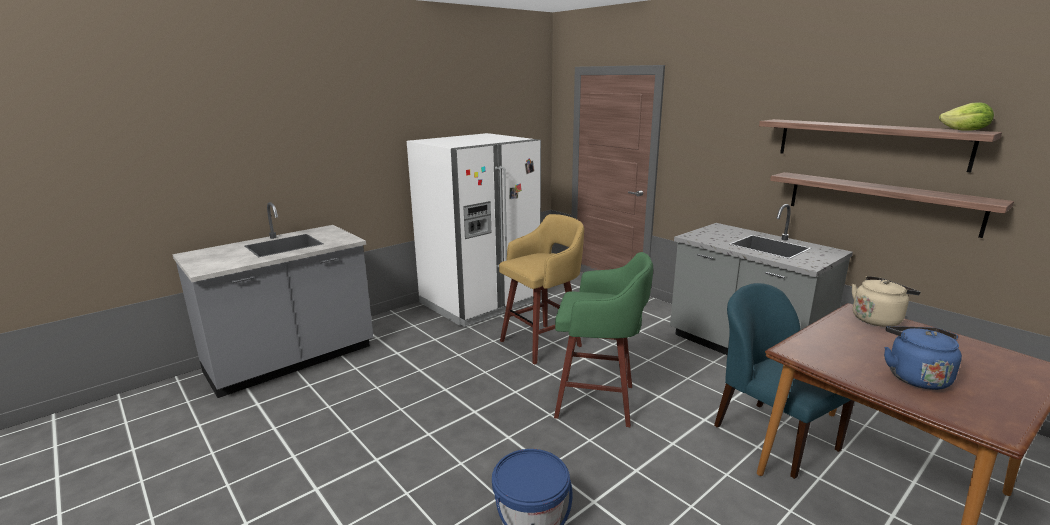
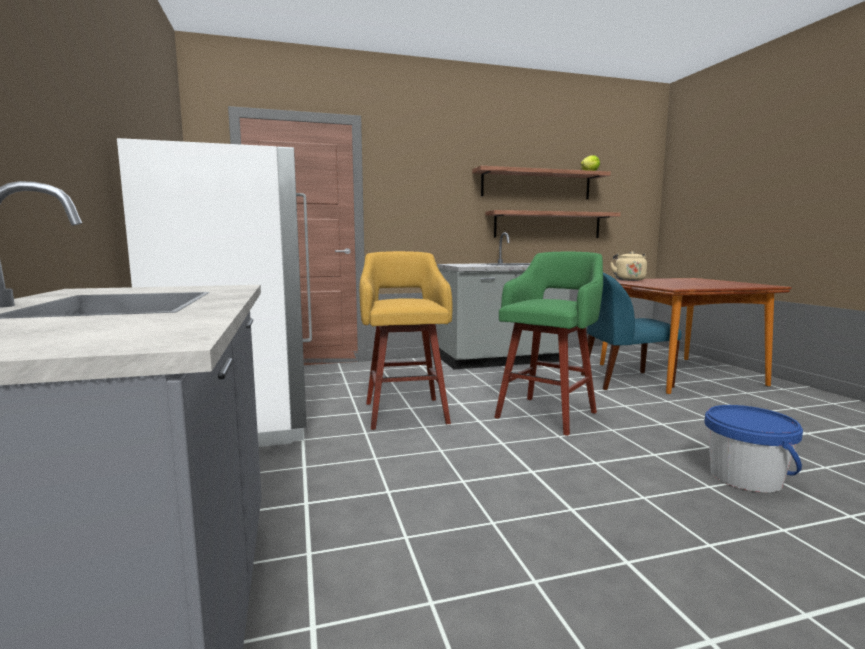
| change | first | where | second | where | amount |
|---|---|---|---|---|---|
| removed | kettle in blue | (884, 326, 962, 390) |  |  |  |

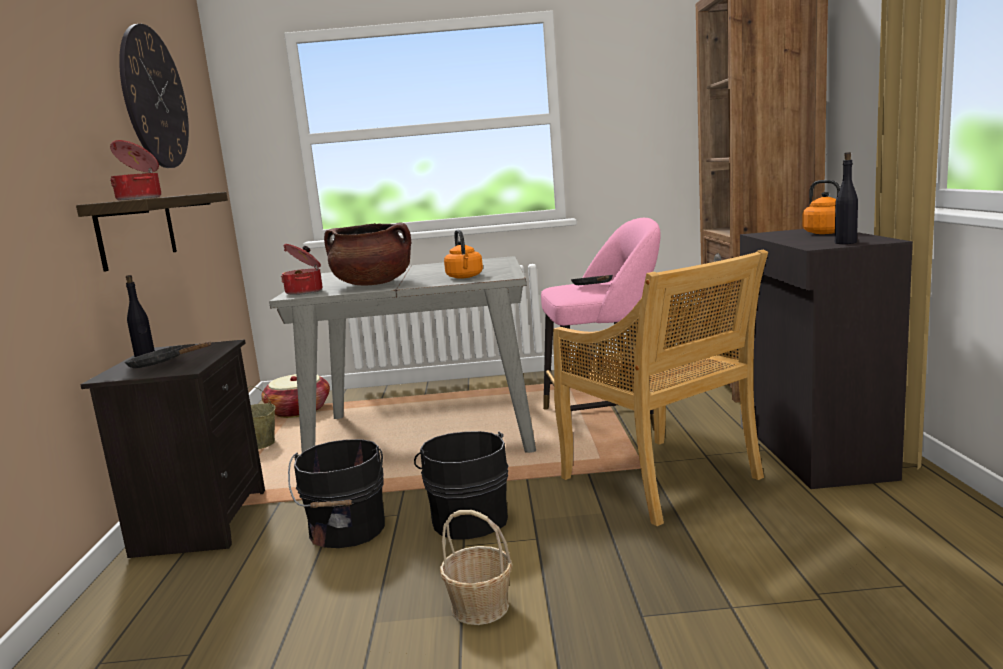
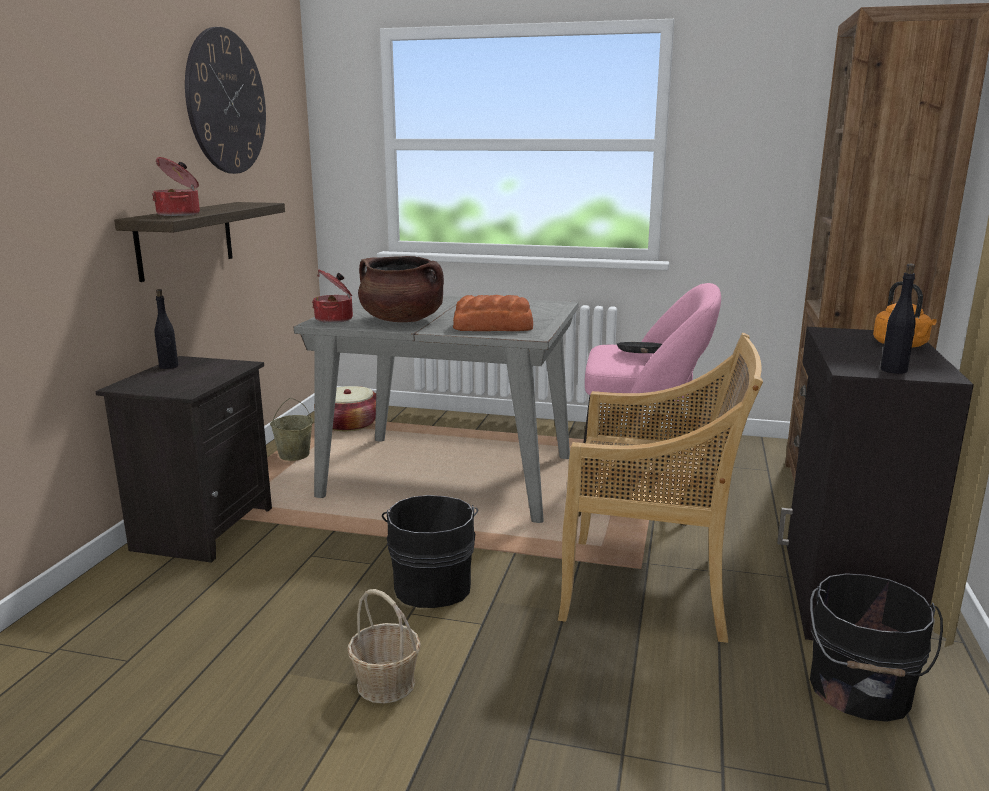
| change | first | where | second | where | amount |
|---|---|---|---|---|---|
| removed | frying pan in black | (125, 341, 211, 368) |  |  |  |
| moved | pail in black | (288, 439, 385, 548) |  | (810, 573, 943, 722) |  |
| replaced | kettle in orange | (444, 230, 483, 279) | baked bread | (453, 295, 533, 331) |  |
| turned | chair in beige | (553, 250, 768, 526) |  | (558, 333, 763, 643) | 60 degrees counterclockwise |

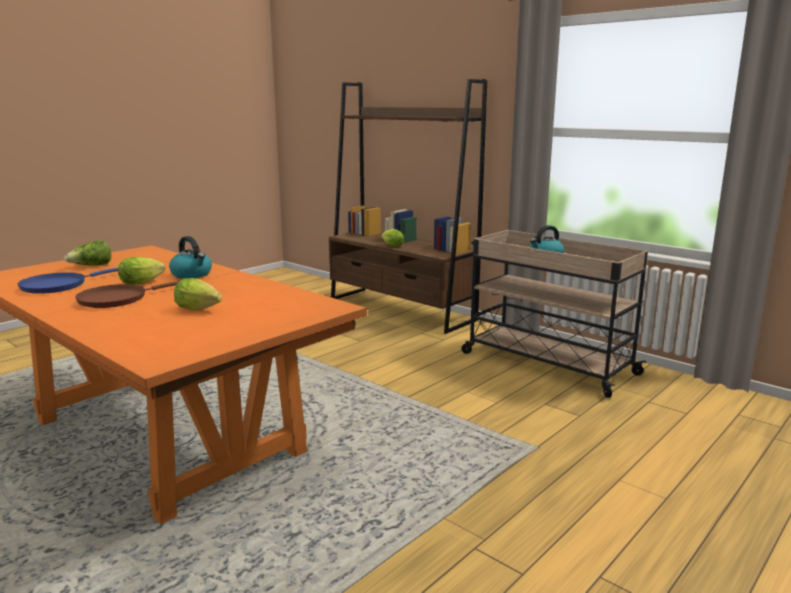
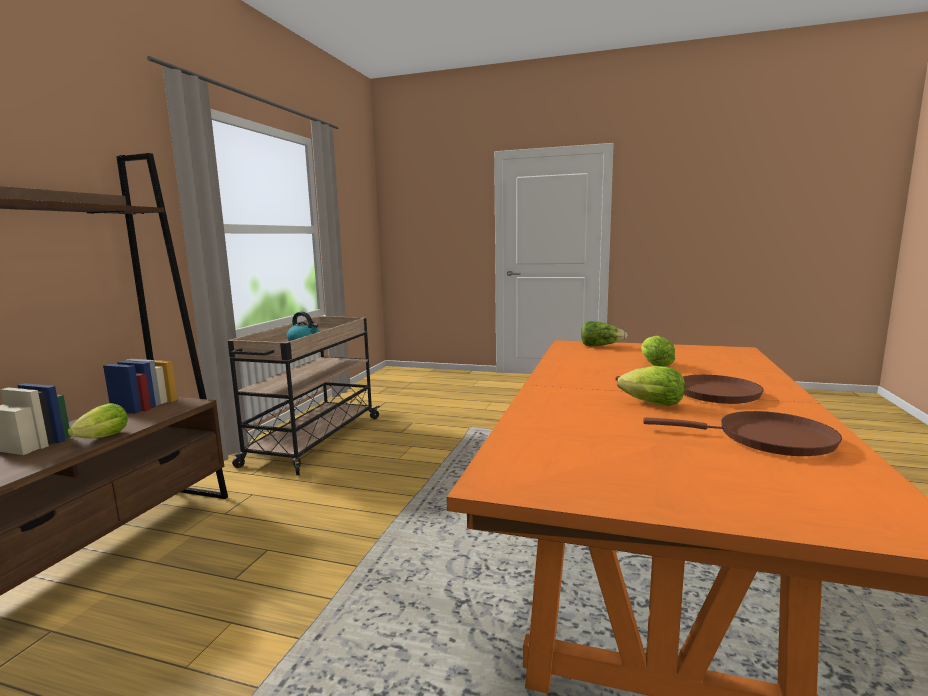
| change | first | where | second | where | amount |
|---|---|---|---|---|---|
| recoloured | frying pan in blue | (18, 268, 118, 294) | frying pan in brown | (643, 411, 842, 456) |  |
| moved | lettuce head | (64, 240, 111, 265) |  | (581, 321, 628, 346) |  |
| removed | kettle | (169, 236, 212, 279) |  |  |  |

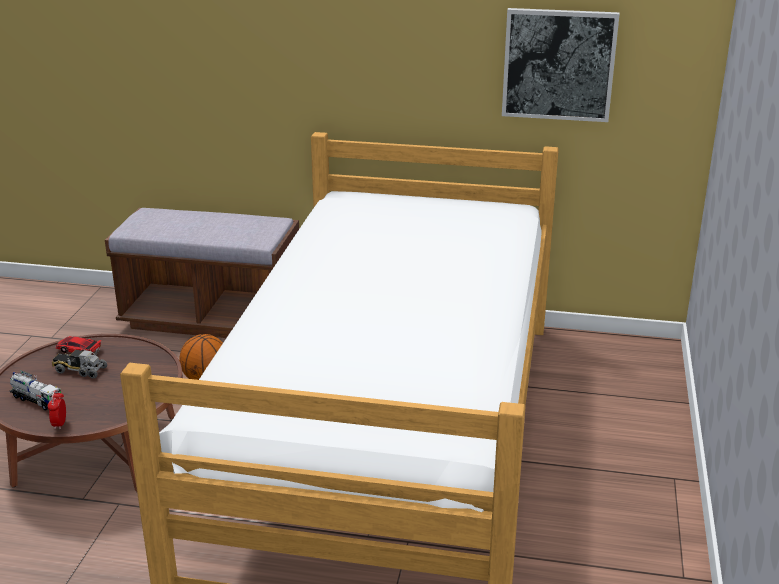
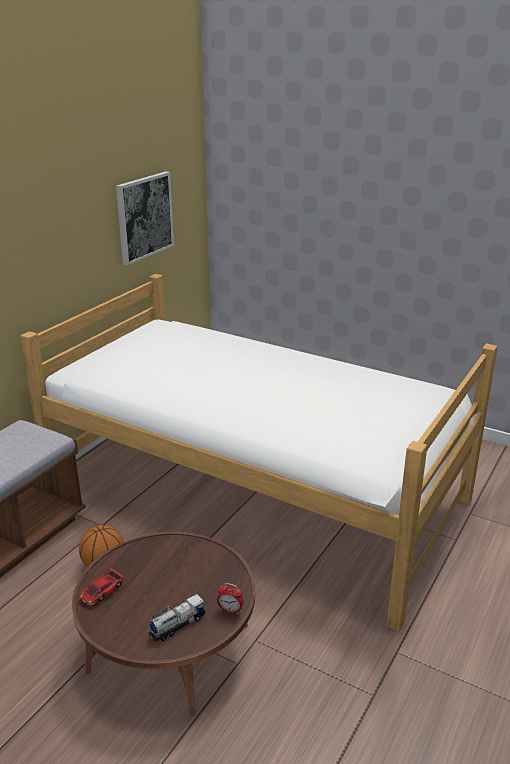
| change | first | where | second | where | amount |
|---|---|---|---|---|---|
| removed | model truck | (52, 349, 107, 379) |  |  |  |

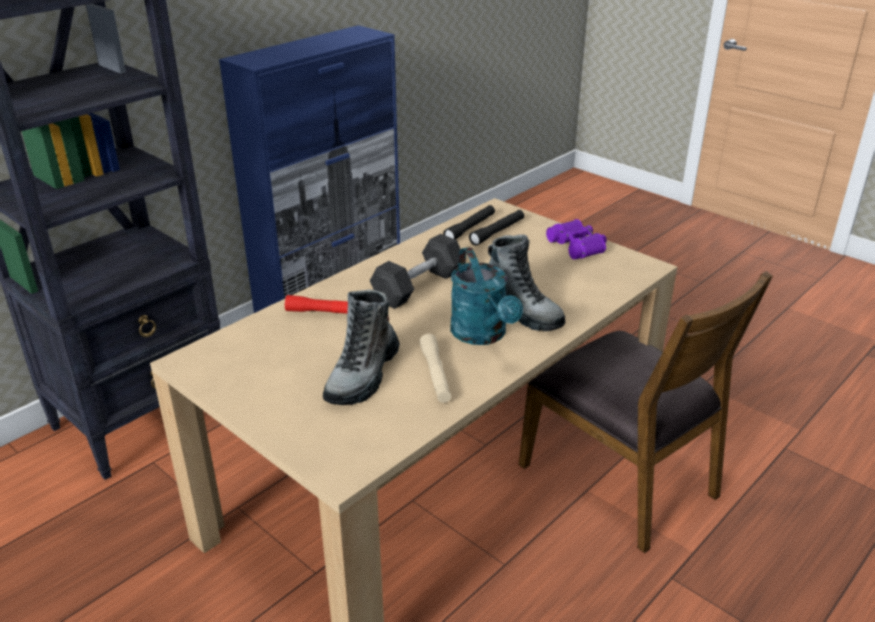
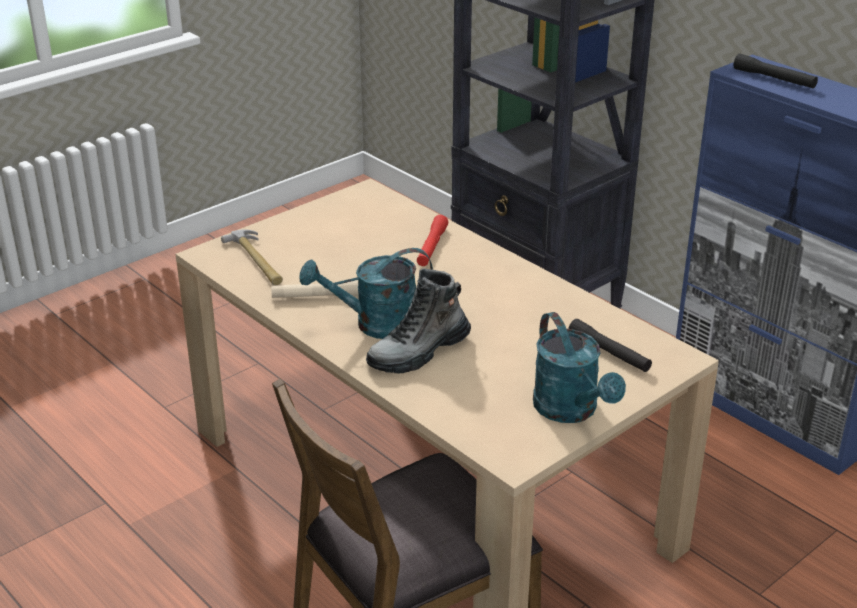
| change | first | where | second | where | amount |
|---|---|---|---|---|---|
| removed | tall boot | (323, 289, 400, 405) |  |  |  |
| removed | hand weight in black | (370, 234, 461, 309) |  |  |  |
| moved | torch in black | (443, 205, 495, 240) |  | (734, 54, 818, 89) |  |
| replaced | pair of binoculars in purplish | (546, 219, 607, 259) | watering can in blue-green | (533, 312, 626, 423) |  |
| added |  |  | hammer | (221, 229, 283, 285) |  |

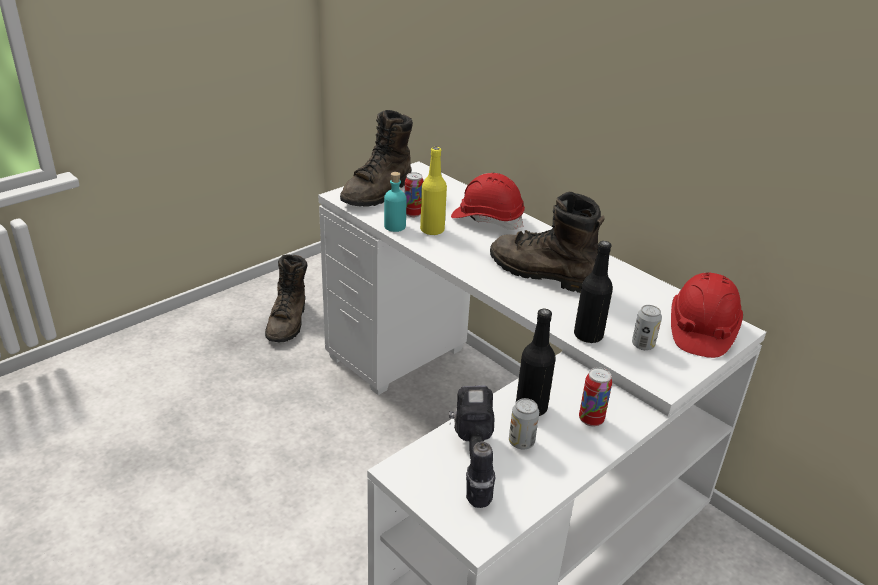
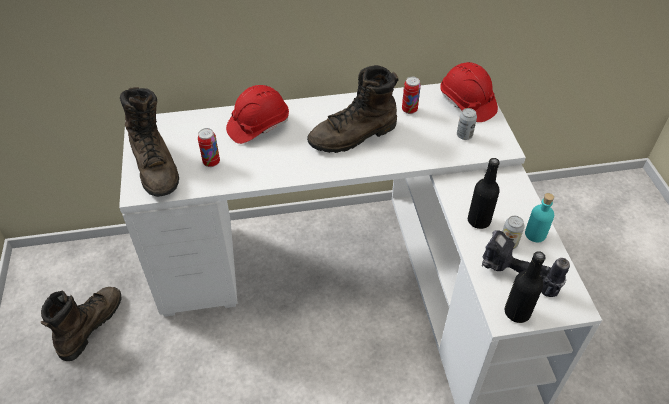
| change | first | where | second | where | amount |
|---|---|---|---|---|---|
| turned | tall boot in brown | (265, 255, 307, 342) |  | (41, 287, 122, 361) | 105 degrees counterclockwise |
| moved | bottle in blue-green | (384, 172, 406, 232) |  | (525, 193, 554, 242) |  |
| removed | bottle in yellow-coloured | (420, 147, 447, 235) |  |  |  |
| moved | bottle in black | (574, 241, 613, 344) |  | (505, 251, 545, 323) |  |
| moved | can | (579, 367, 612, 427) |  | (402, 77, 421, 114) |  |

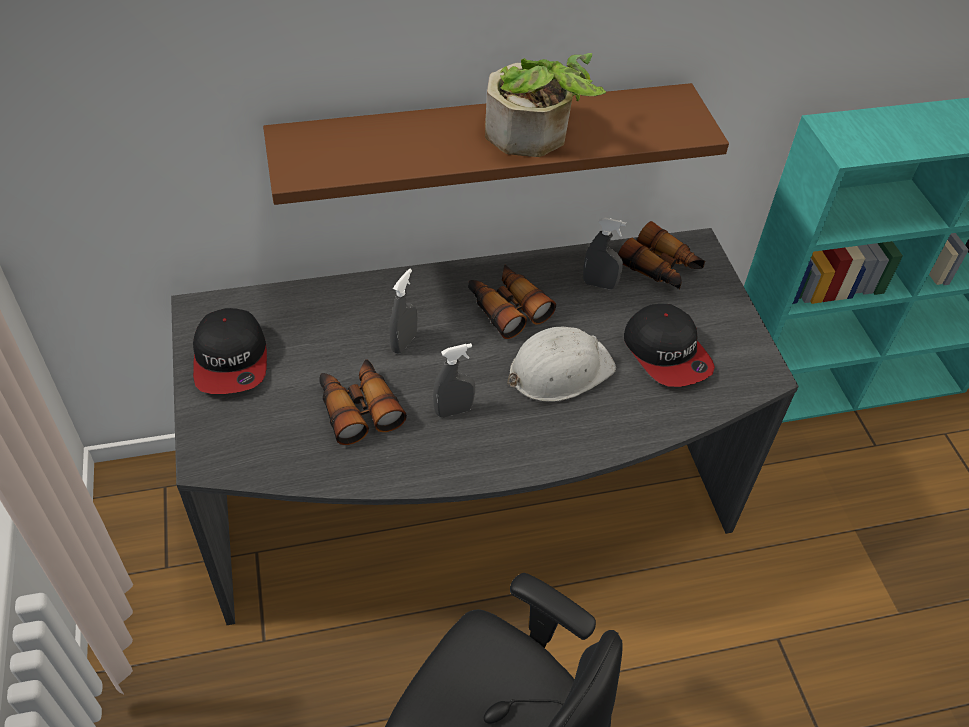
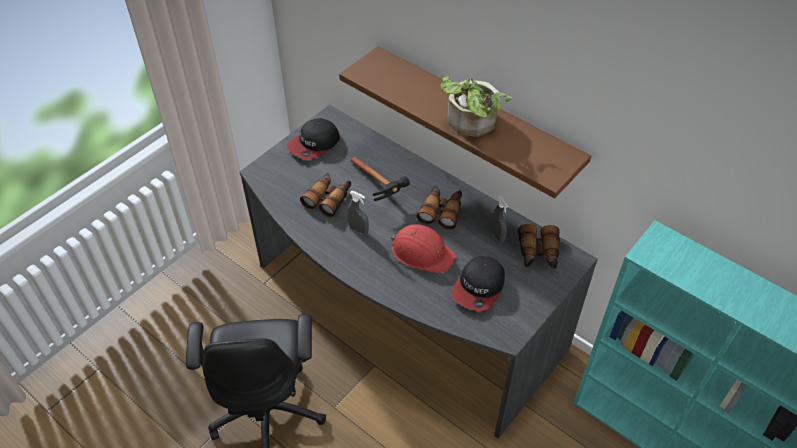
| change | first | where | second | where | amount |
|---|---|---|---|---|---|
| replaced | hand sprayer in grey | (389, 269, 417, 354) | hammer | (351, 157, 410, 201) |  |
| recoloured | safety helmet in white | (507, 327, 616, 402) | safety helmet in reddish | (389, 224, 456, 273) |  |

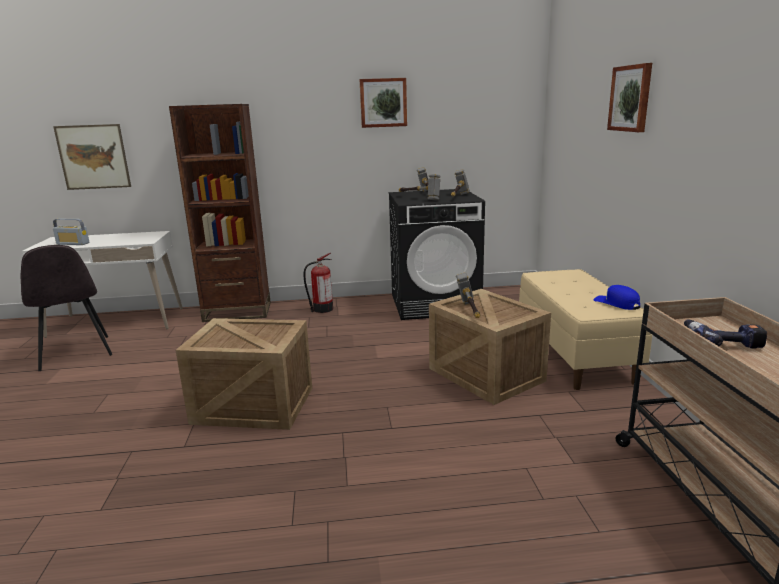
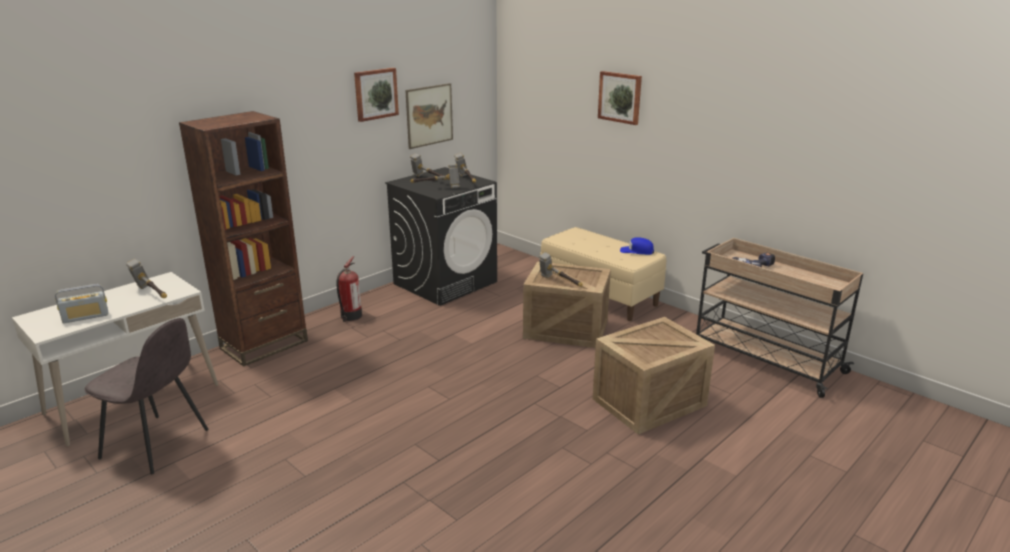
| change | first | where | second | where | amount |
|---|---|---|---|---|---|
| moved | wall art | (53, 124, 131, 190) |  | (405, 83, 453, 149) |  |
| moved | packing crate | (176, 318, 312, 430) |  | (593, 317, 715, 435) |  |
| added |  |  | hammer | (126, 259, 167, 298) |  |

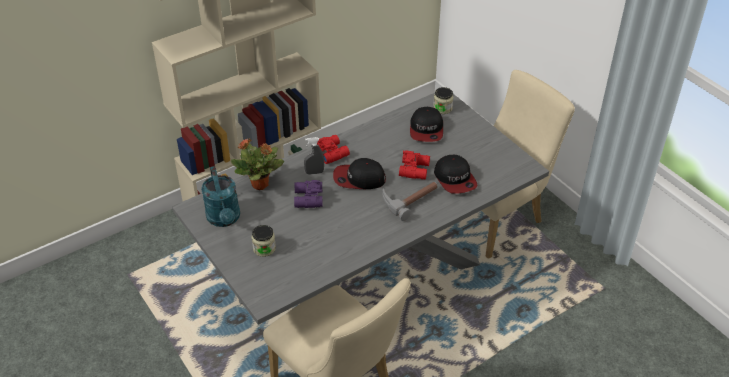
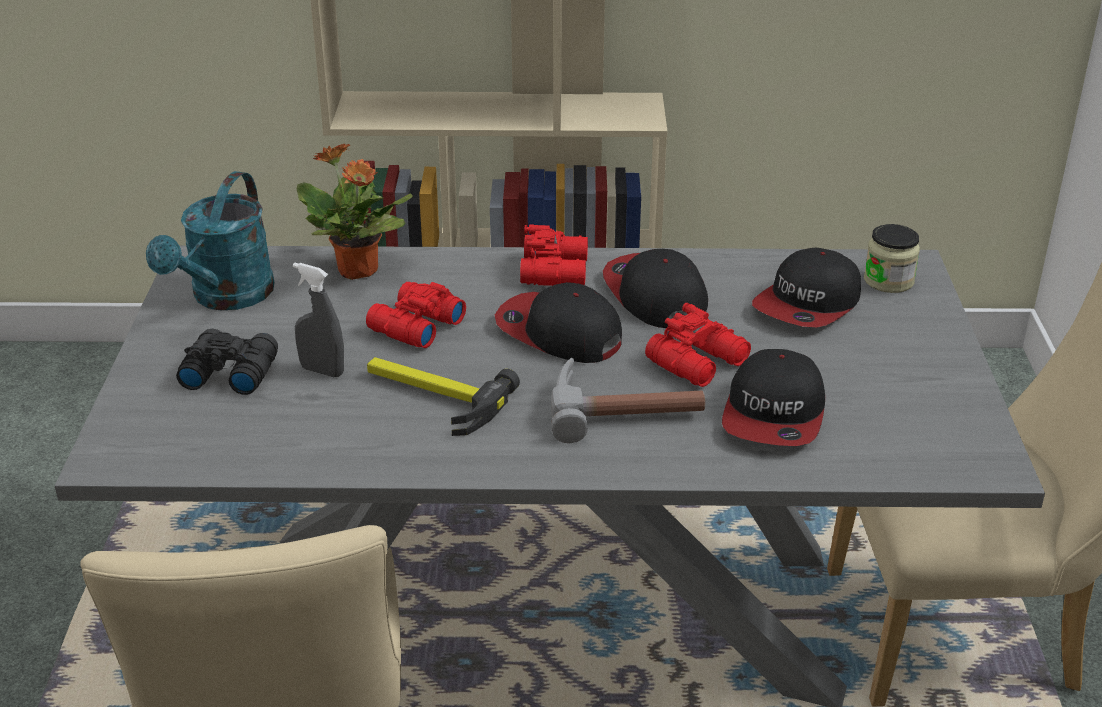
| change | first | where | second | where | amount |
|---|---|---|---|---|---|
| replaced | jar | (251, 225, 276, 257) | pair of binoculars in black | (176, 329, 278, 395) |  |
| recoloured | pair of binoculars in purplish | (294, 180, 323, 208) | pair of binoculars in reddish | (366, 282, 466, 348) |  |
| moved | hand sprayer in grey | (304, 137, 324, 175) |  | (293, 262, 344, 377) |  |
| added |  |  | hammer | (367, 357, 520, 436) |  |
| added |  |  | baseball cap | (603, 249, 708, 328) |  |

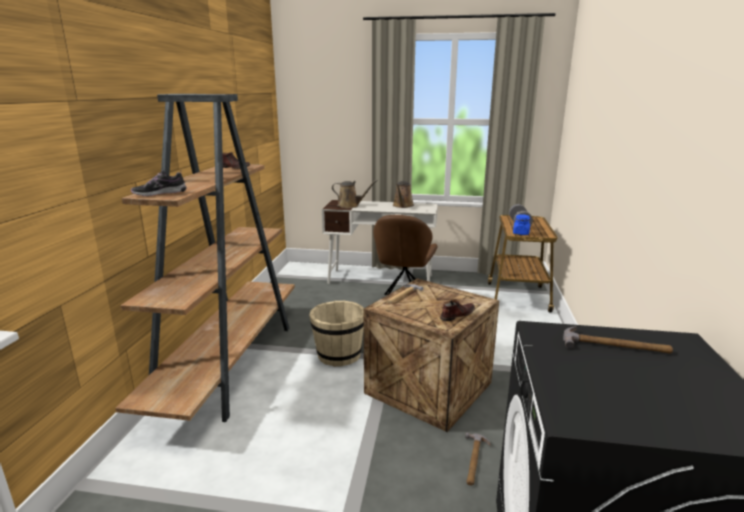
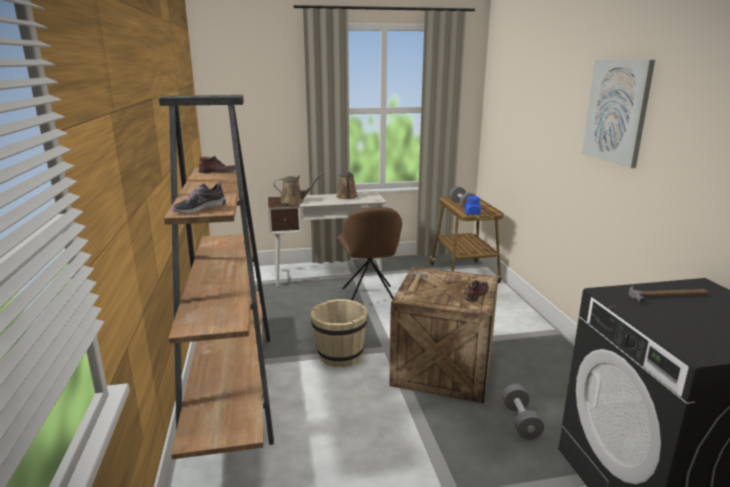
| change | first | where | second | where | amount |
|---|---|---|---|---|---|
| replaced | hammer | (465, 432, 491, 486) | hand weight in grey | (502, 384, 544, 440) |  |
| added |  |  | wall art | (582, 60, 655, 168) |  |

